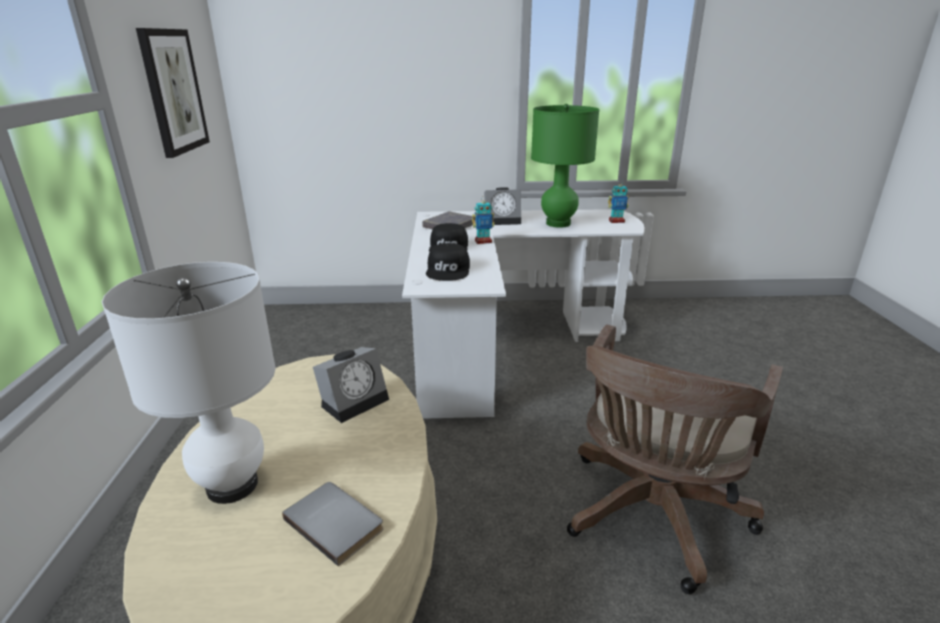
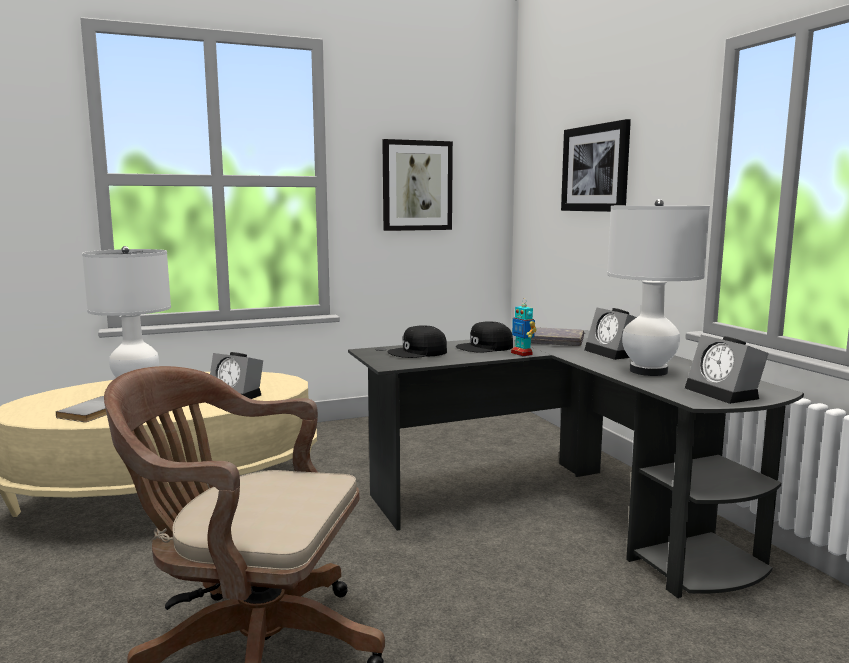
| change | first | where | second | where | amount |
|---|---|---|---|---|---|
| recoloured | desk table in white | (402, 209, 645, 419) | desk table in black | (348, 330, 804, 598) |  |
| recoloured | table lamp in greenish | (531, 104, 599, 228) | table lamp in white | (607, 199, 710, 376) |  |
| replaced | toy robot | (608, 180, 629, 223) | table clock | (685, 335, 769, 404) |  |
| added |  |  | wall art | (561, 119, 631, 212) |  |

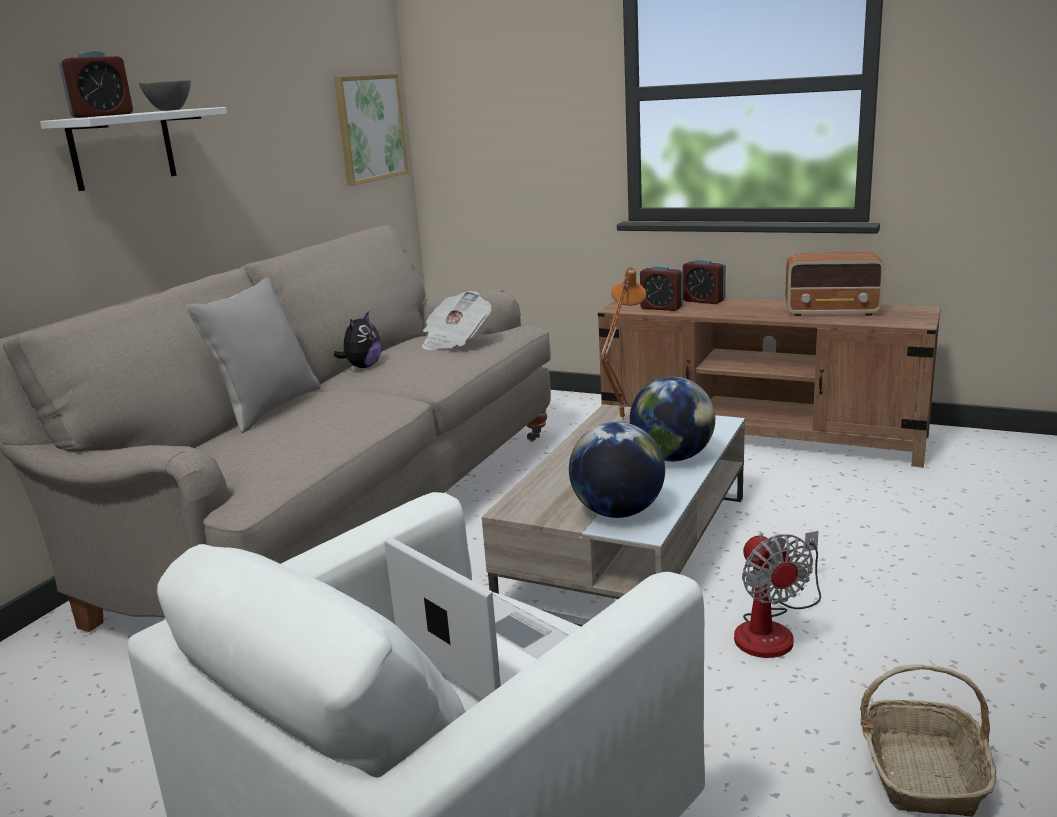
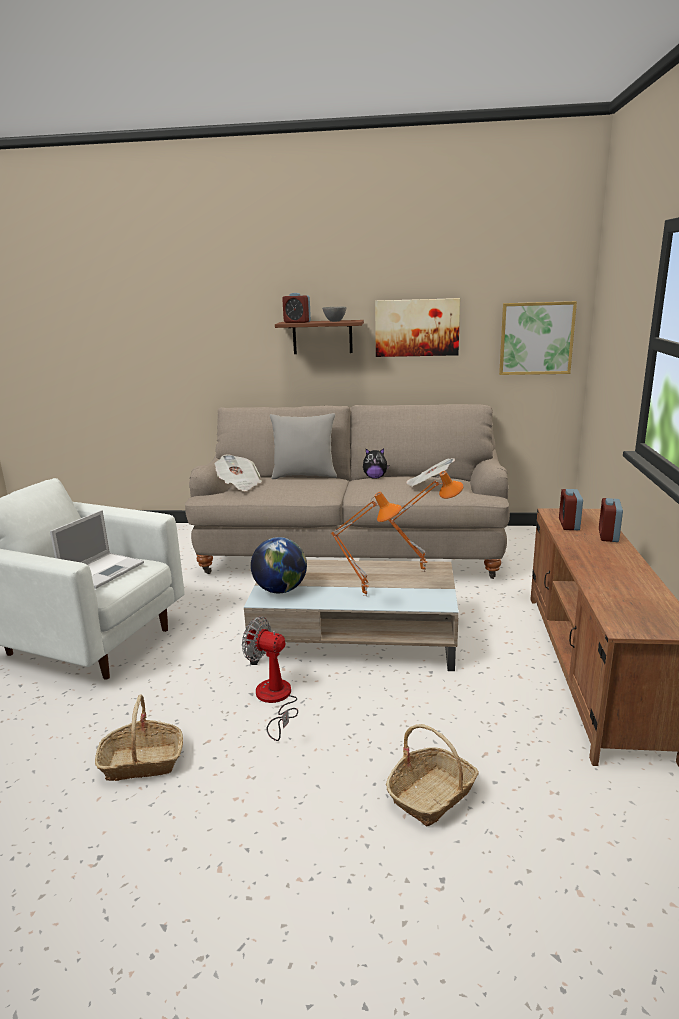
| change | first | where | second | where | amount |
|---|---|---|---|---|---|
| recoloured | bracket shelf in white | (40, 107, 227, 191) | bracket shelf in brown | (275, 320, 364, 354) |  |
| replaced | world globe | (630, 377, 715, 461) | table lamp in orange | (331, 492, 402, 597) |  |
| turned | fan | (734, 531, 821, 658) |  | (242, 616, 298, 741) | 60 degrees clockwise |
| removed | radio set | (785, 252, 884, 316) |  |  |  |
| added |  |  | newspaper | (215, 454, 262, 491) |  |
| added |  |  | wall art | (375, 298, 460, 357) |  |
| added |  |  | storage basket | (386, 724, 479, 826) |  |

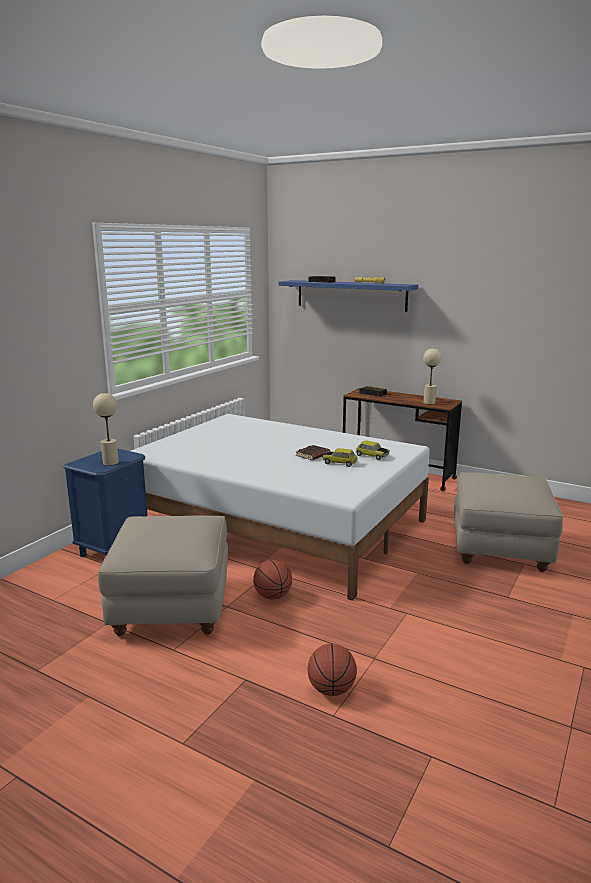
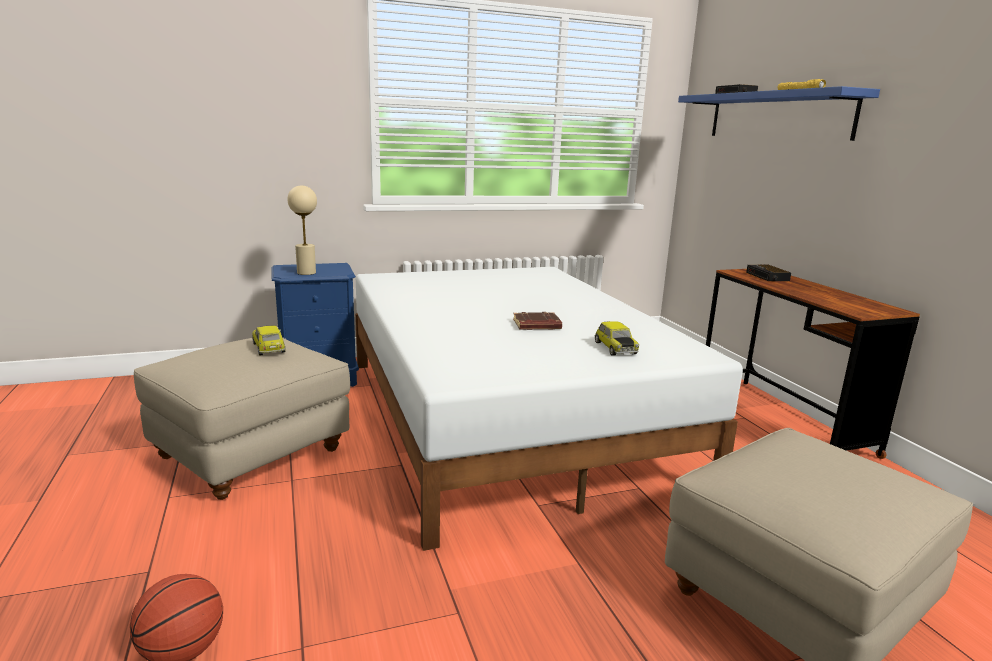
| change | first | where | second | where | amount |
|---|---|---|---|---|---|
| removed | basketball ball | (253, 560, 292, 599) |  |  |  |
| moved | model car | (322, 448, 357, 467) |  | (252, 326, 286, 356) |  |
| removed | table lamp in beige | (423, 348, 442, 405) |  |  |  |

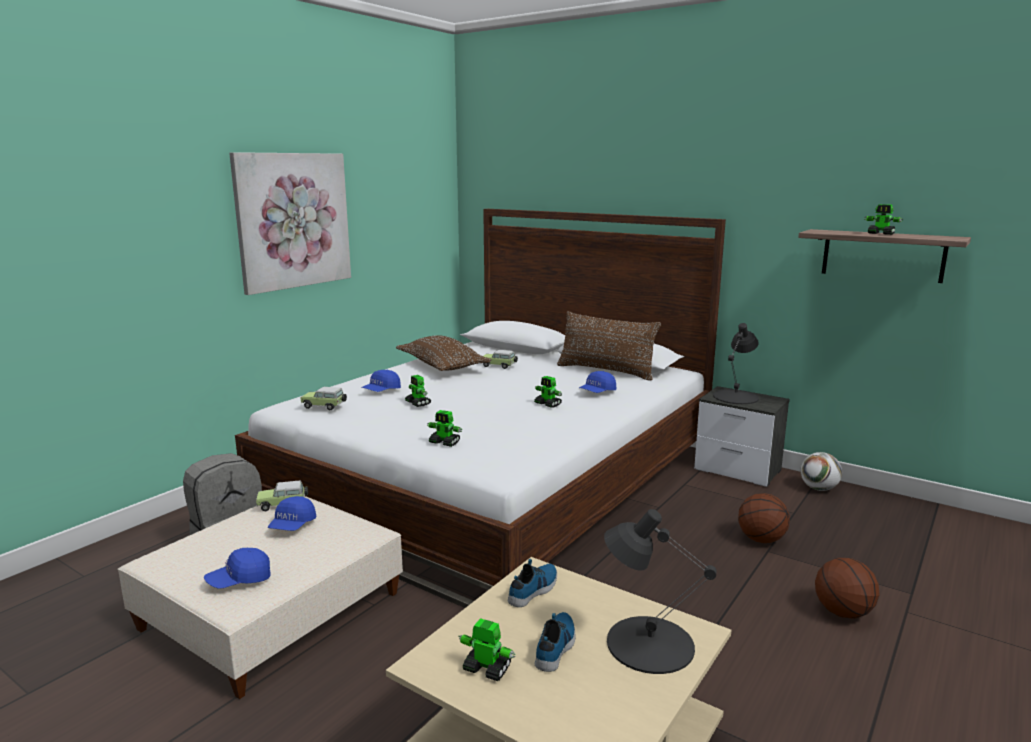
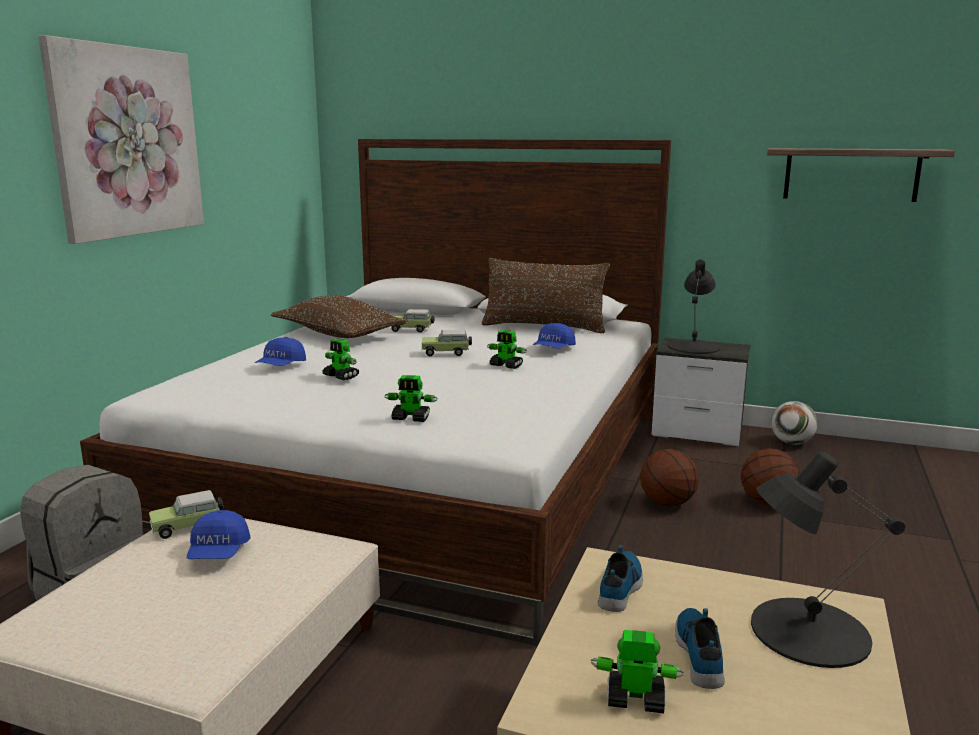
| change | first | where | second | where | amount |
|---|---|---|---|---|---|
| removed | baseball cap in blue | (204, 548, 271, 589) |  |  |  |
| moved | model car | (300, 387, 347, 410) |  | (422, 330, 472, 356) |  |
| moved | basketball ball | (815, 558, 879, 619) |  | (640, 449, 699, 507) |  |
| removed | toy robot | (865, 204, 903, 235) |  |  |  |

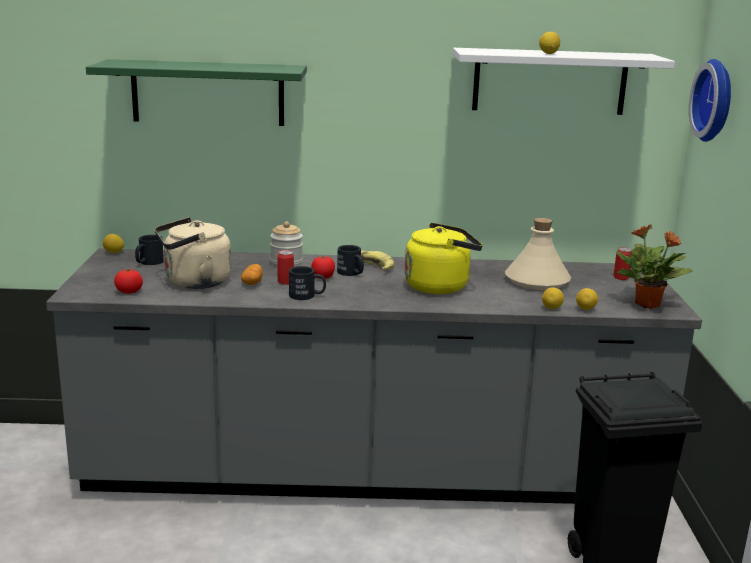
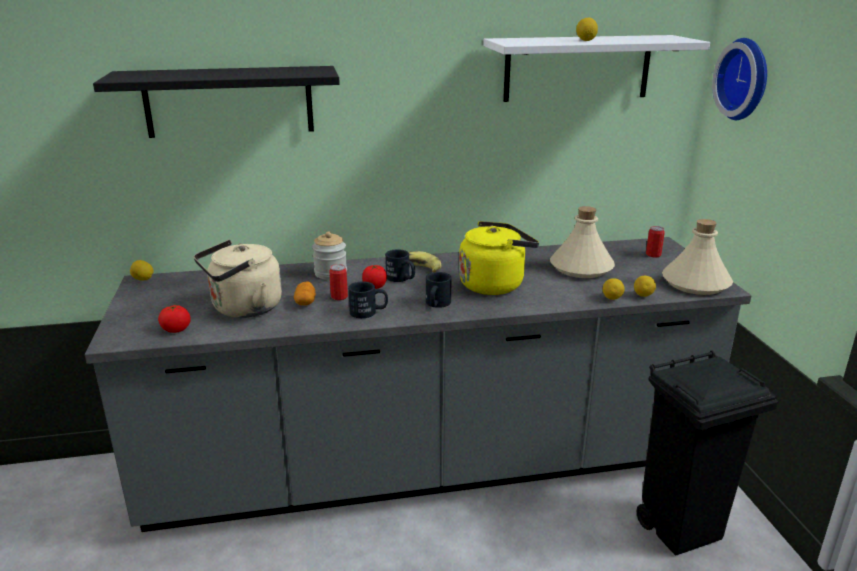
| change | first | where | second | where | amount |
|---|---|---|---|---|---|
| recoloured | bracket shelf in greenish | (86, 59, 307, 126) | bracket shelf in black | (93, 66, 340, 138) |  |
| moved | mug in black | (135, 235, 164, 265) |  | (426, 272, 452, 308) |  |
| replaced | potted plant | (616, 224, 693, 309) | bottle in beige | (662, 219, 733, 295) |  |

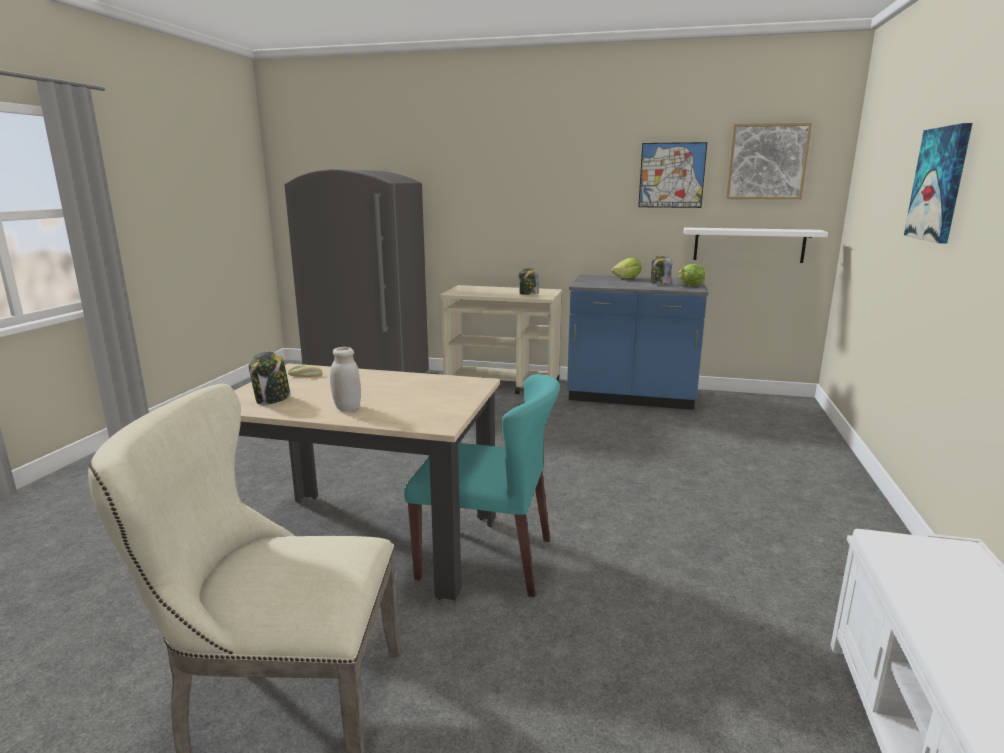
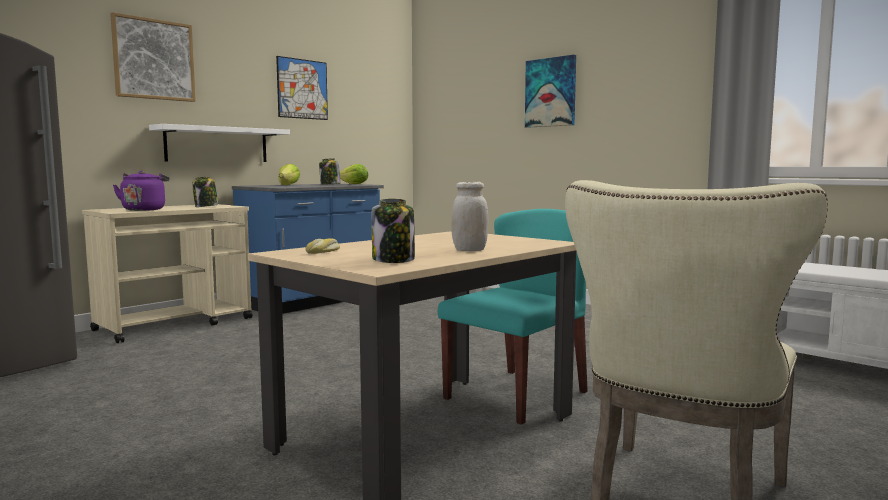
| change | first | where | second | where | amount |
|---|---|---|---|---|---|
| moved | bracket shelf in white | (684, 227, 828, 263) |  | (149, 124, 290, 162) |  |
| moved | wall art | (726, 123, 812, 200) |  | (110, 12, 196, 102) |  |
| added |  |  | kettle in purplish | (113, 171, 170, 211) |  |

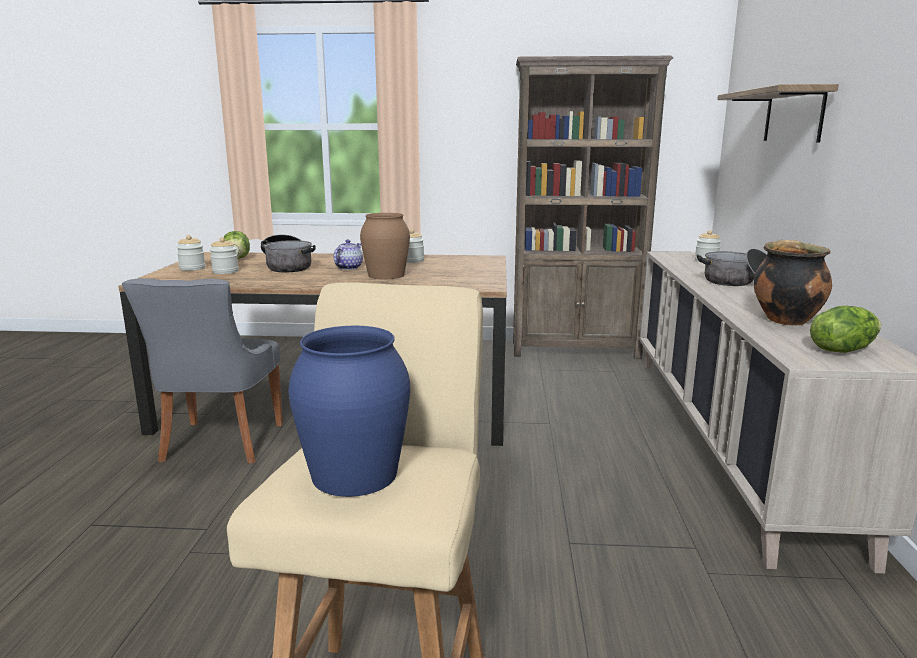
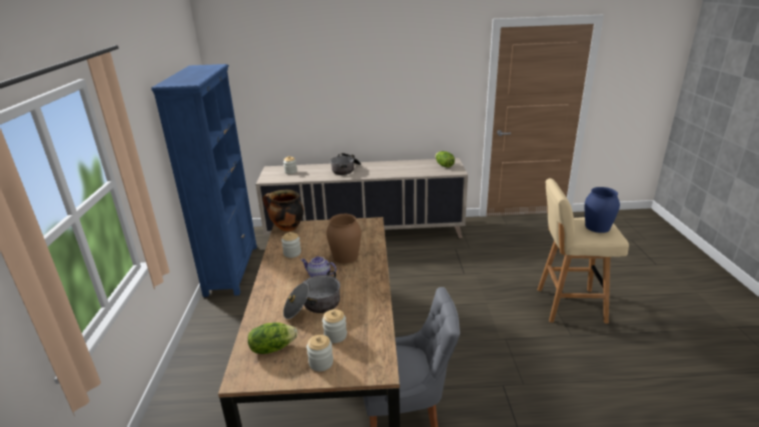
| change | first | where | second | where | amount |
|---|---|---|---|---|---|
| recoloured | bookcase in brown | (513, 56, 673, 359) | bookcase in blue | (151, 64, 257, 297) |  |
| removed | bracket shelf | (717, 84, 839, 143) |  |  |  |
| moved | saucepot | (753, 240, 832, 326) |  | (263, 190, 304, 231) |  |

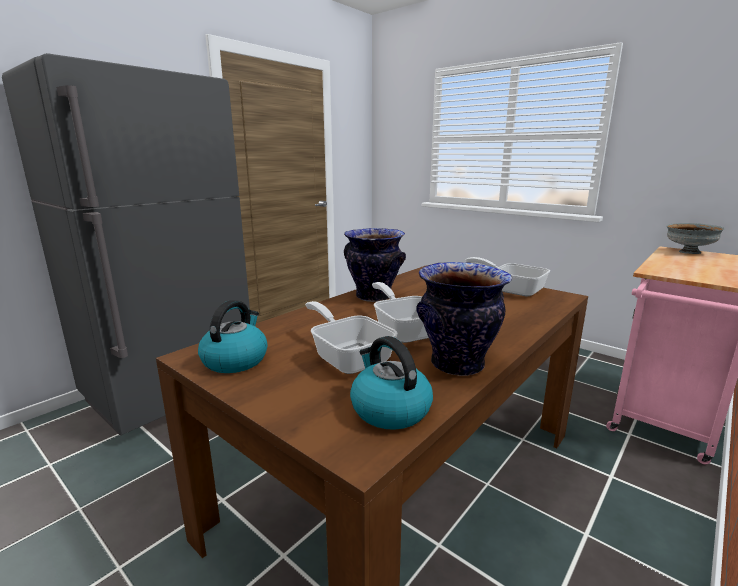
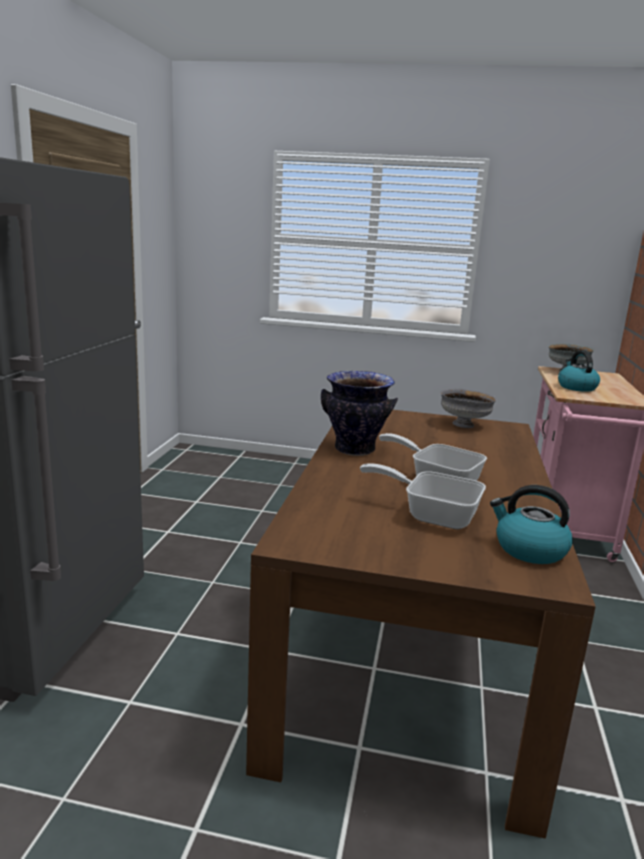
| change | first | where | second | where | amount |
|---|---|---|---|---|---|
| moved | kettle | (198, 300, 268, 373) |  | (558, 350, 600, 392) |  |
| removed | flower vase | (417, 262, 512, 376) |  |  |  |
| replaced | frying pan | (466, 257, 550, 297) | bowl in grey | (440, 388, 497, 428) |  |

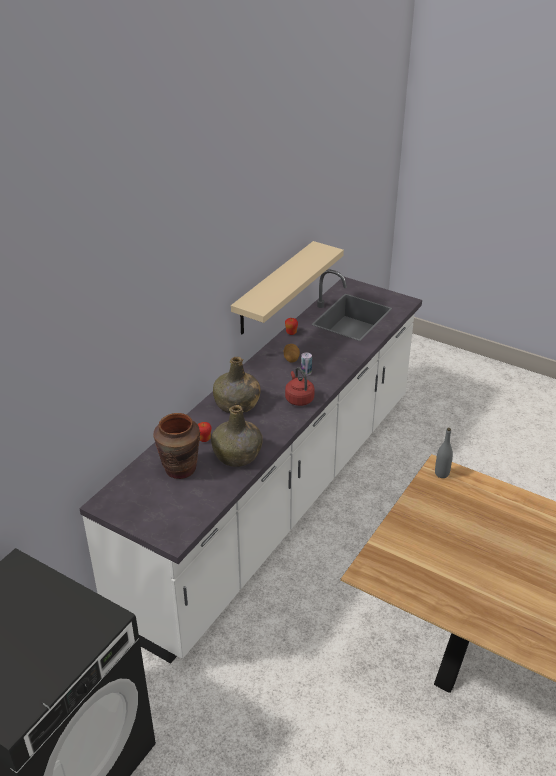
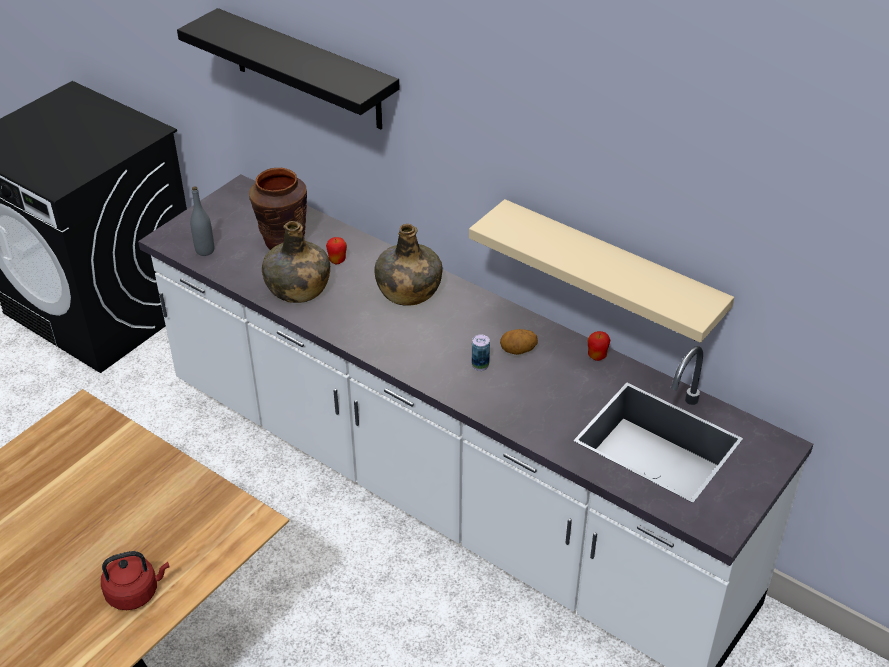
| change | first | where | second | where | amount |
|---|---|---|---|---|---|
| moved | kettle in reddish | (285, 367, 314, 406) |  | (101, 551, 170, 610) |  |
| moved | bottle in grey | (435, 428, 453, 478) |  | (190, 187, 214, 256) |  |
| added |  |  | bracket shelf in black | (177, 8, 399, 129) |  |

